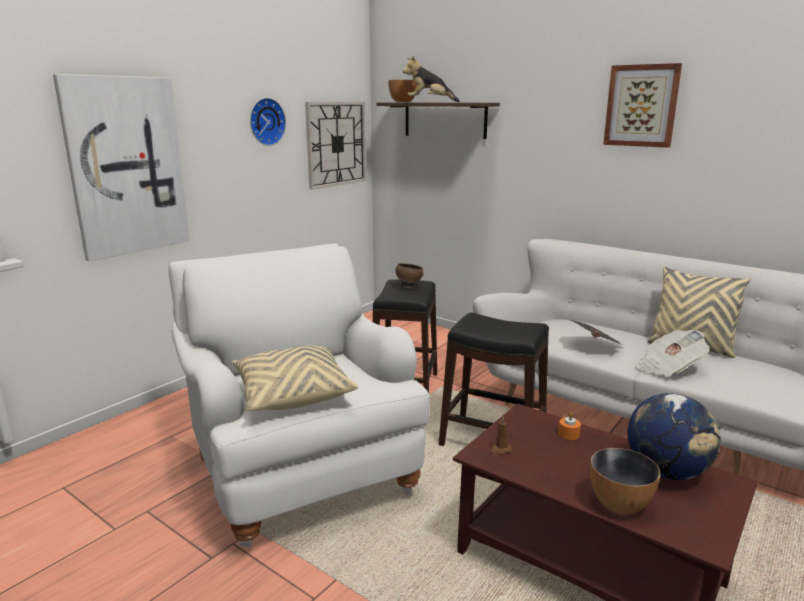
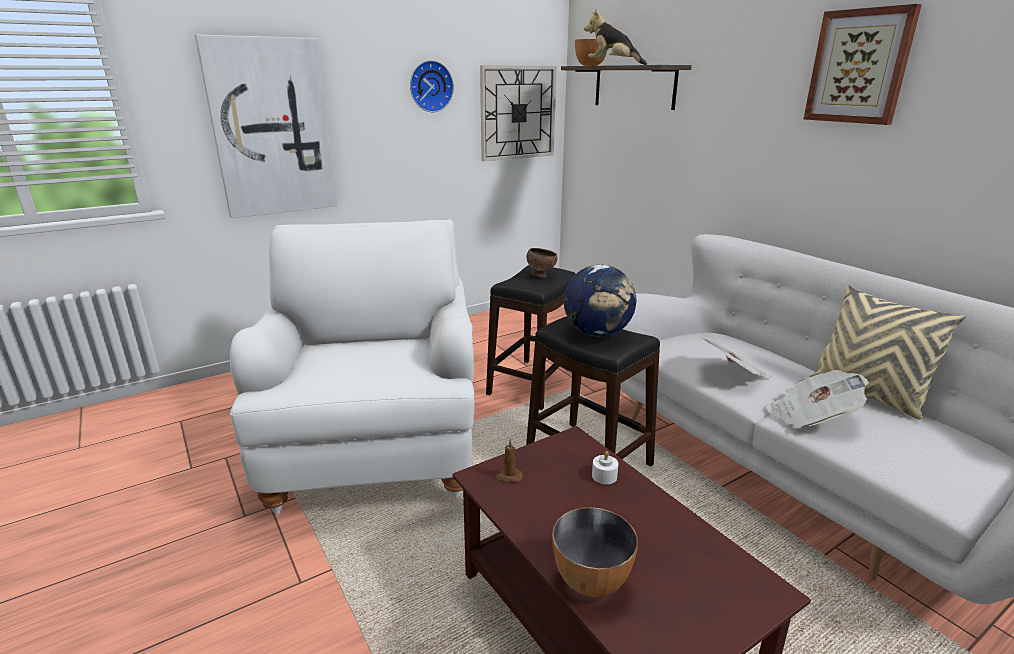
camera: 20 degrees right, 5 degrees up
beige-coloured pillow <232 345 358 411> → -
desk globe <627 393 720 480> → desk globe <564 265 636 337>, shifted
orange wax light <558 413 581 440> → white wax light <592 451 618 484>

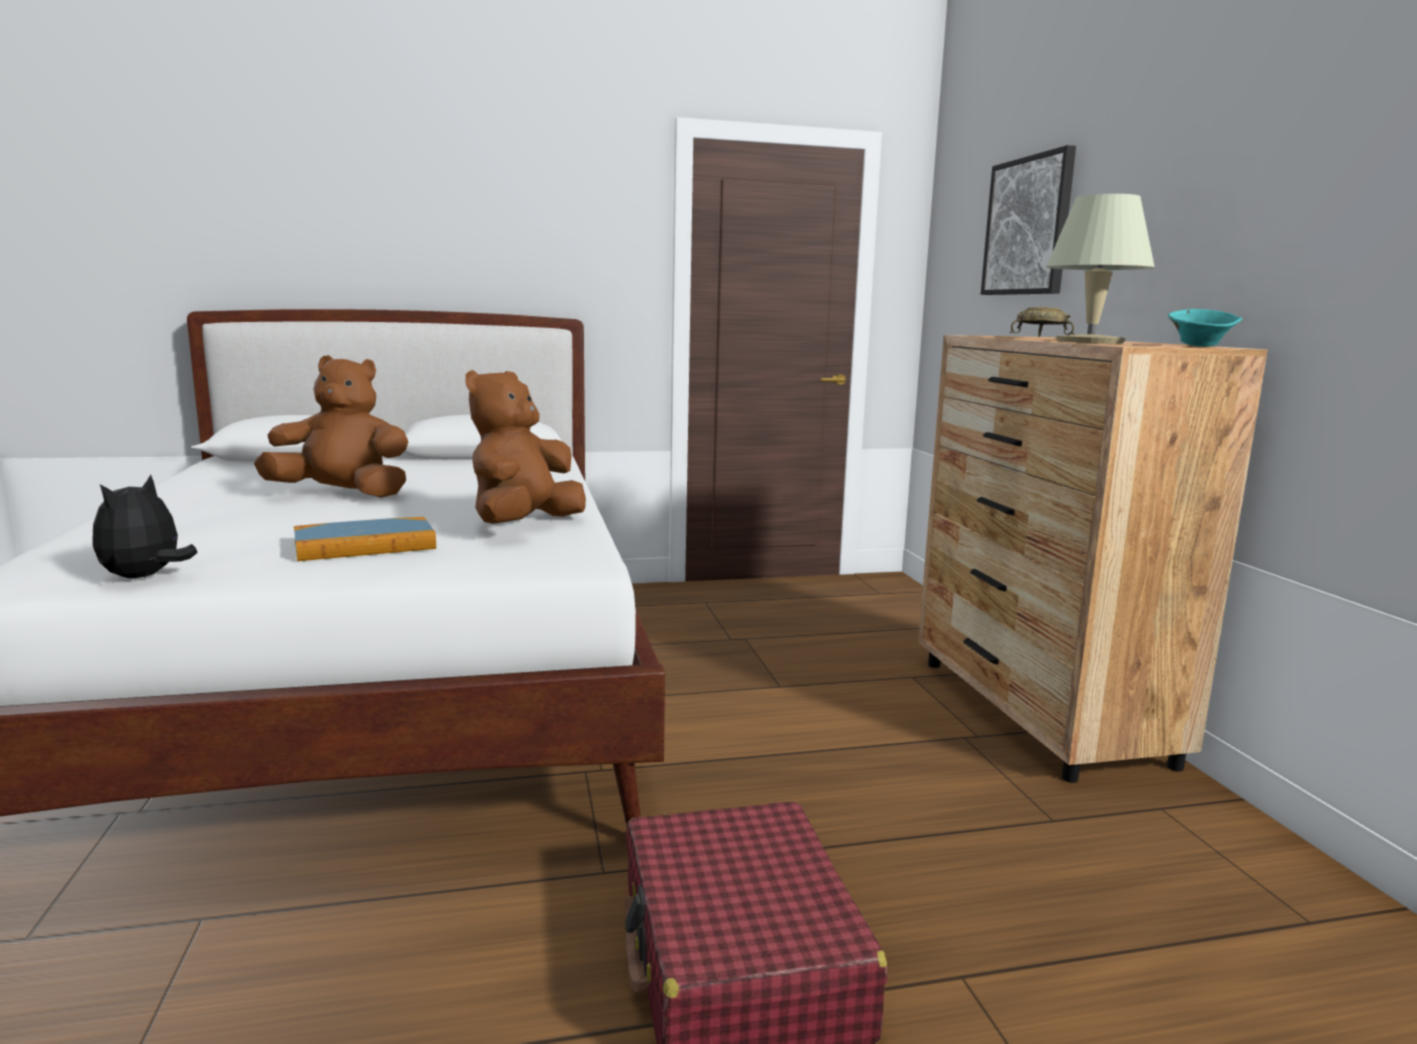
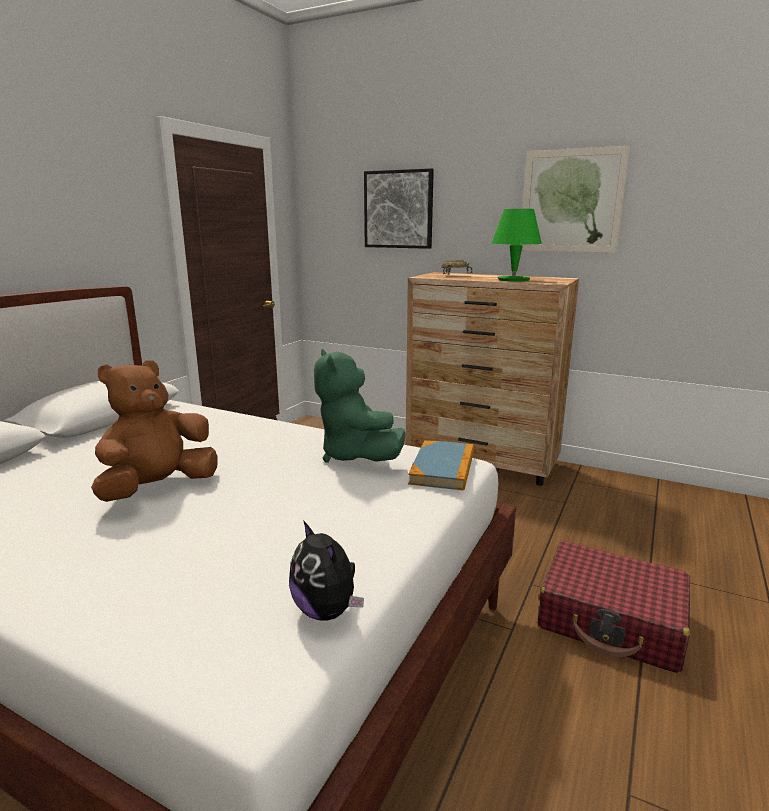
camera: 50 degrees left, 5 degrees up
turquoise-coloured bowl <1168 309 1242 347> → -
- → wall art <520 146 631 253>
book <294 517 436 561> → book <408 440 474 491>, shifted
brownish cuddly toy <465 370 586 524> → green-coloured cuddly toy <314 349 406 463>
beige-coloured table lamp <1046 194 1155 343> → green-coloured table lamp <492 209 542 282>

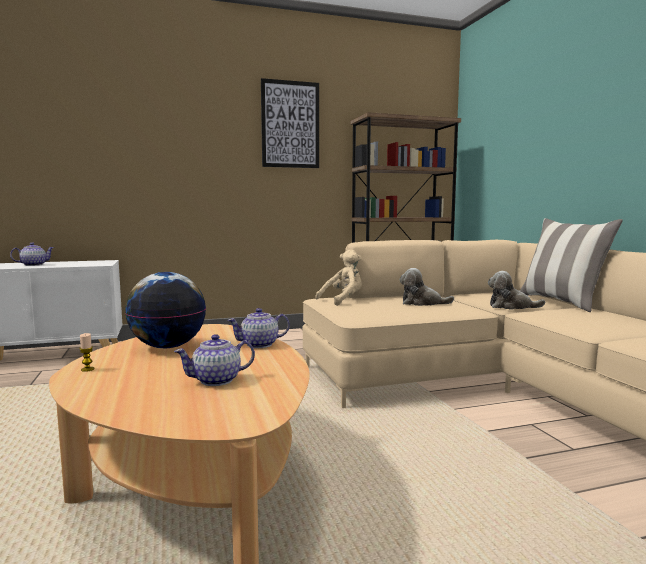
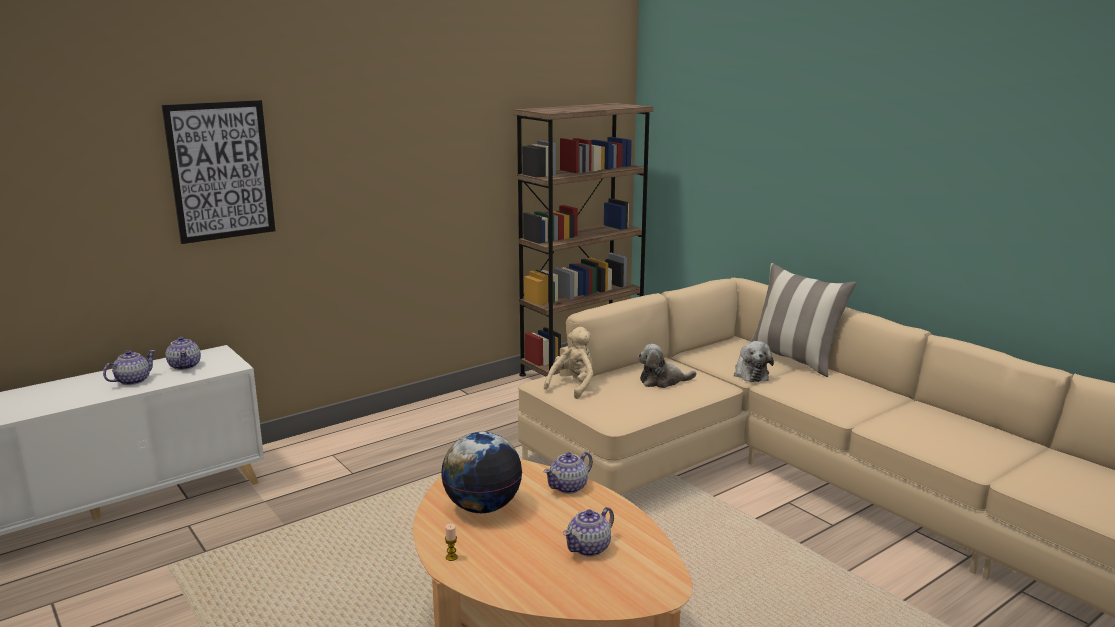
camera: 20 degrees left, 10 degrees up
- → pot for tea <166 337 201 370>
wall art <261 78 319 168> → wall art <162 100 275 244>, shifted
cuddly toy <488 271 545 309> → cuddly toy <734 341 774 382>, 90 degrees counterclockwise

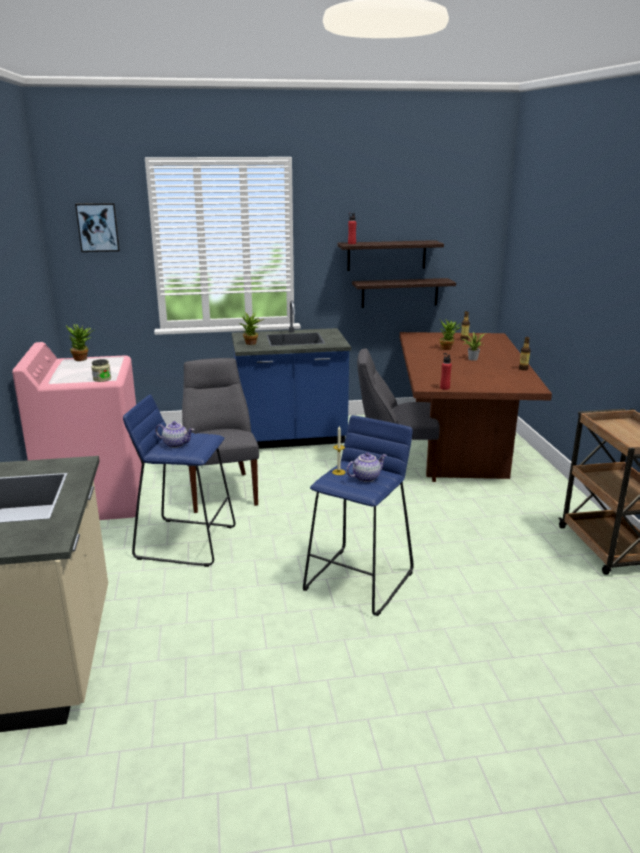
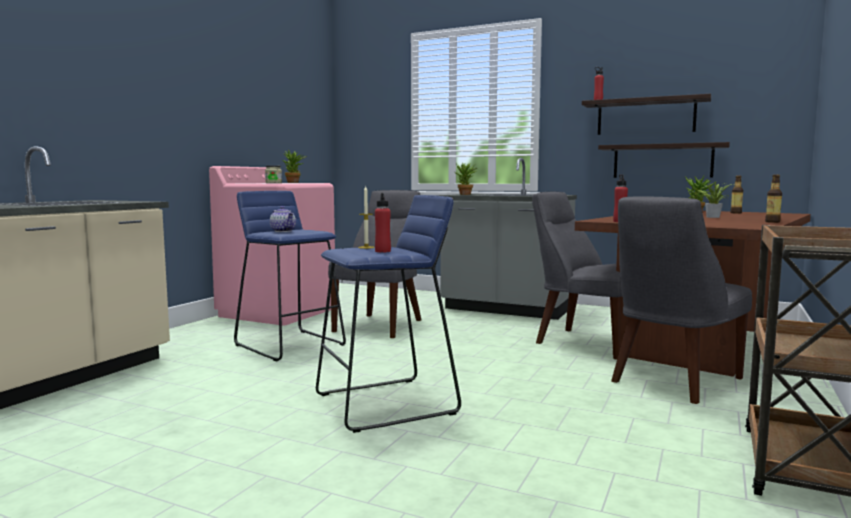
camera: 35 degrees right, 15 degrees down
wall art <75 203 120 252> → -
- → grey plain chair <611 197 752 404>
pot for tea <346 453 387 482> → red bottle <375 193 391 252>
blue-coloured kitchen base unit <232 300 351 449> → grey kitchen base unit <438 158 577 320>

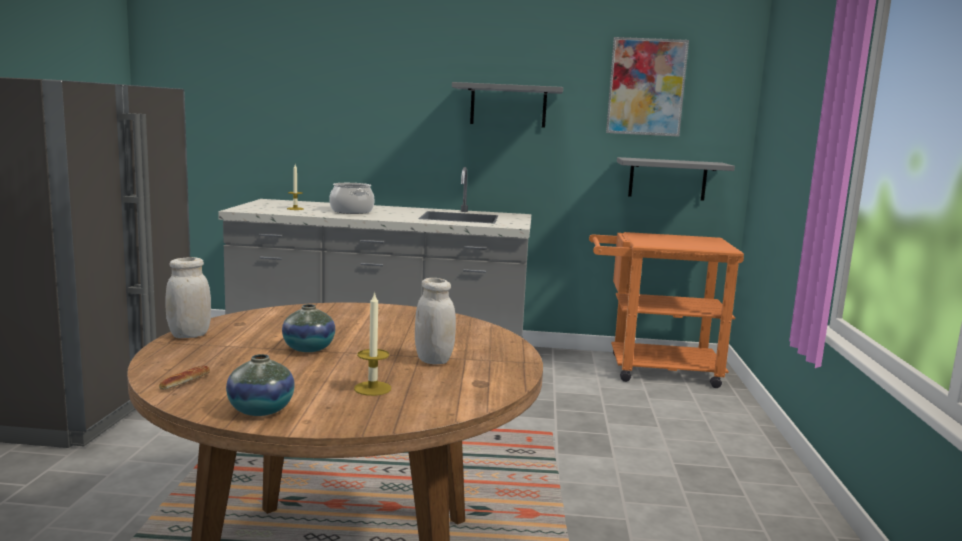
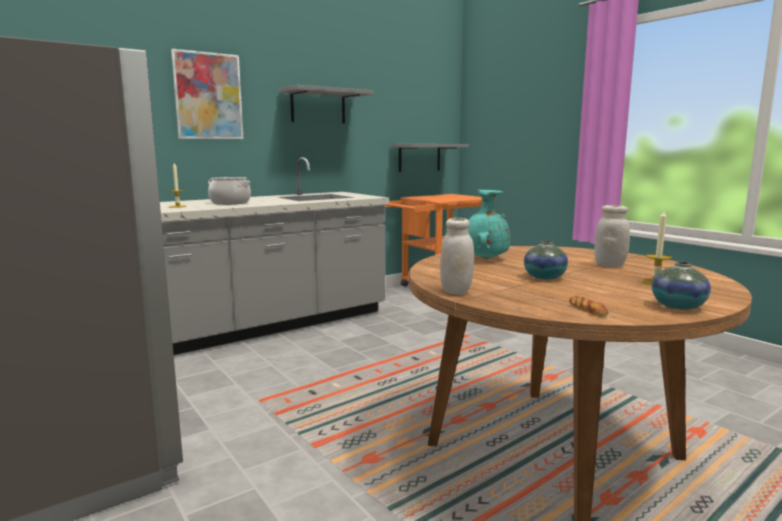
camera: 40 degrees left, 0 degrees up
- → turquoise-coloured flower vase <468 190 510 259>
wall art <606 37 689 137> → wall art <171 49 244 139>, shifted

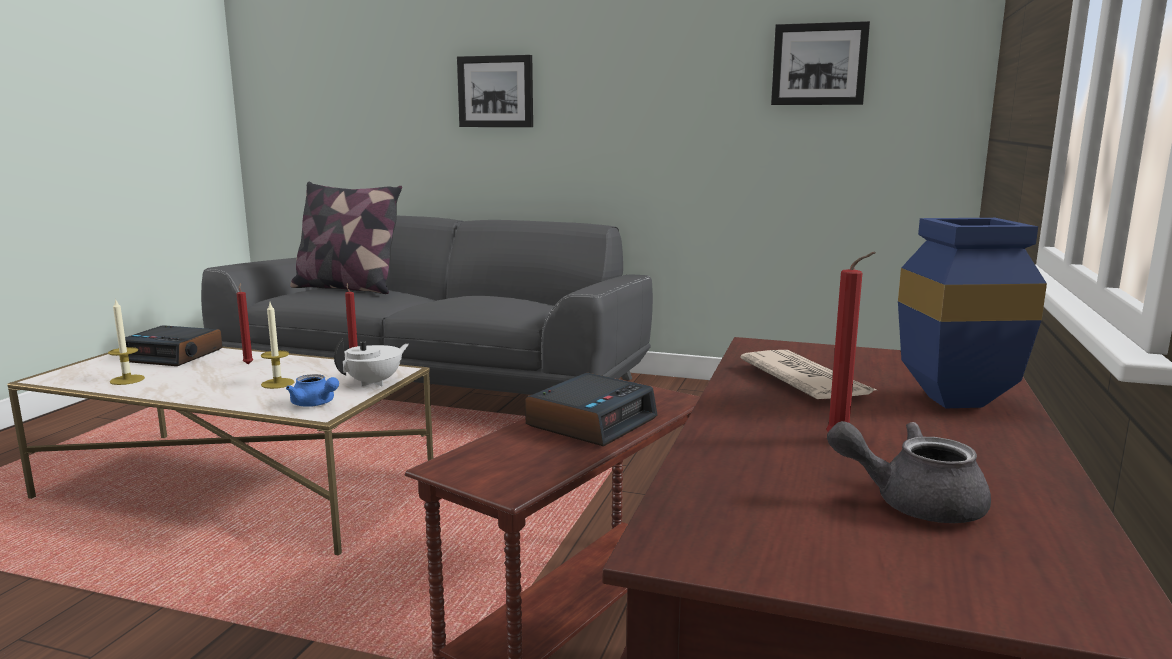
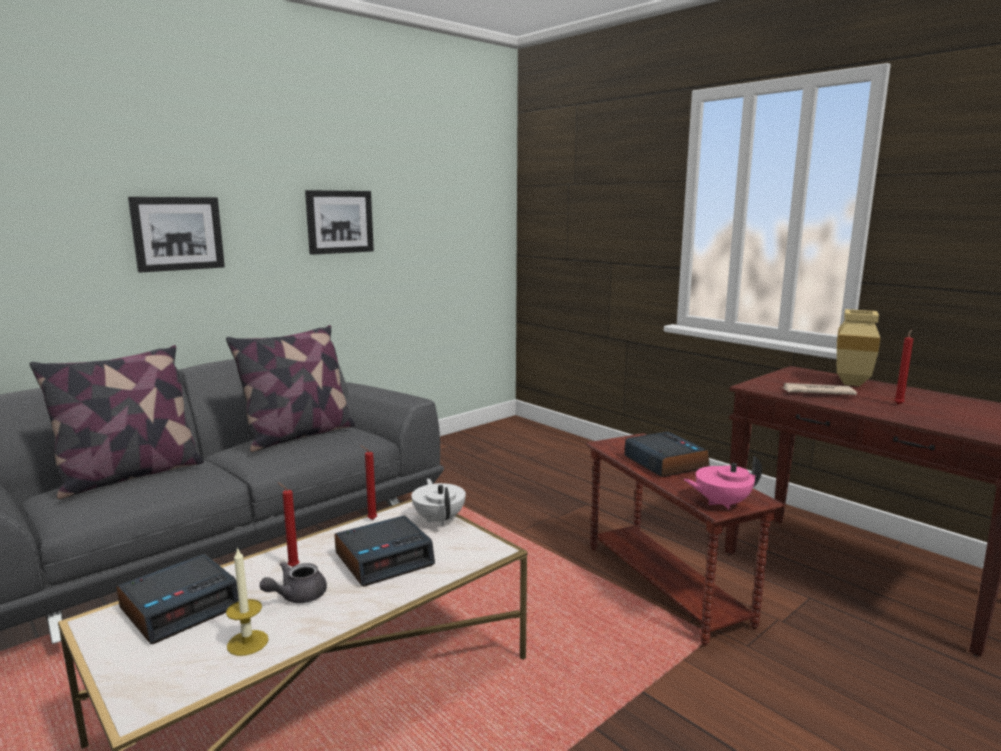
camera: 60 degrees left, 0 degrees up
blue-coloured pot for tea <286 374 339 407> → -
- → pillow <226 325 355 452>
- → pink-coloured pot for tea <683 455 762 509>
wall art <771 21 870 105> → wall art <305 190 374 255>, shifted
grey pot for tea <827 421 991 523> → grey pot for tea <260 562 327 603>, shifted
wax light <261 303 294 389> → alarm clock <334 515 435 587>
blue-coloured flower vase <898 218 1047 408> → beige-coloured flower vase <837 309 880 386>

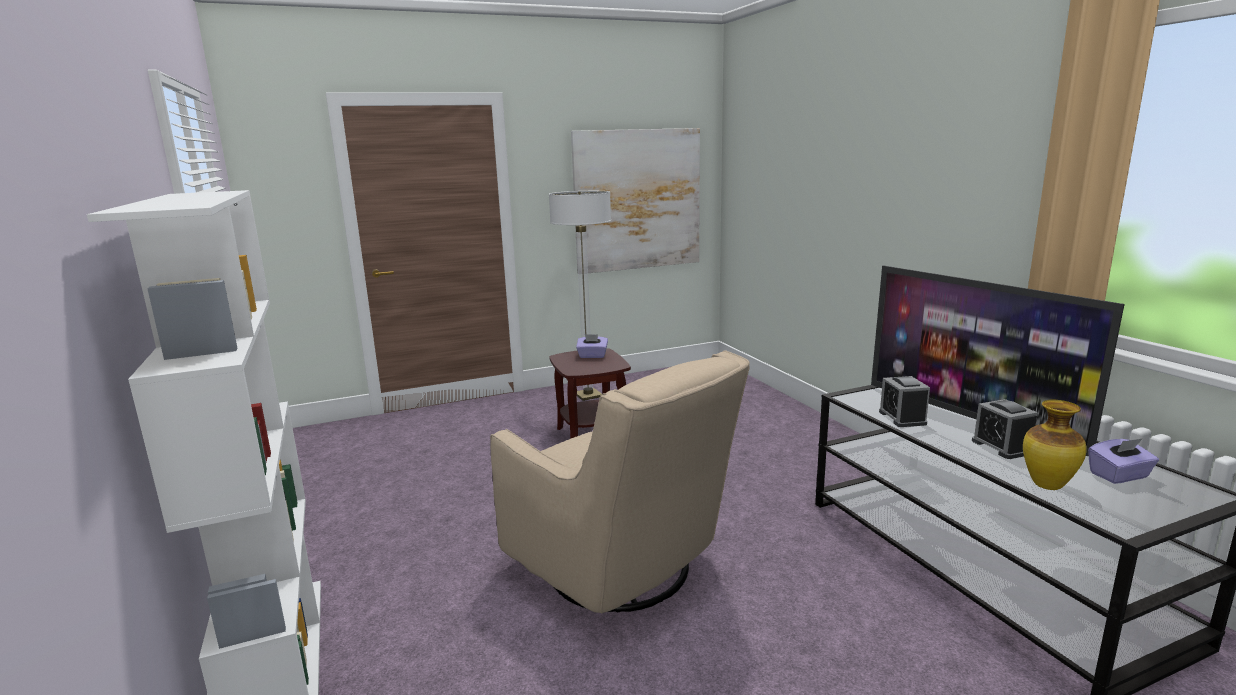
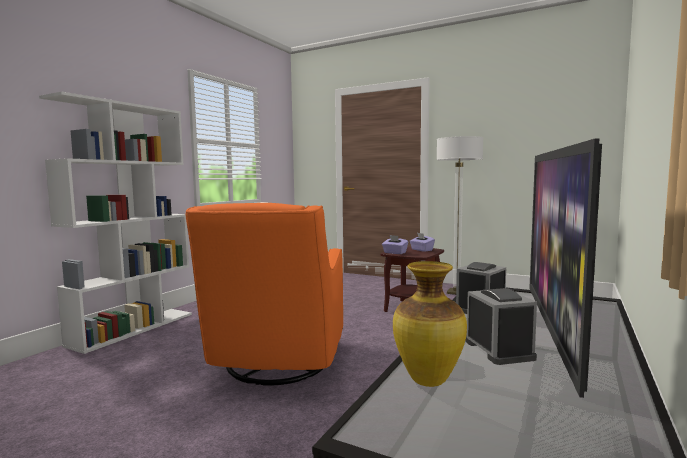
camera: 50 degrees right, 10 degrees down
wall art <571 128 700 273> → -
purple-coloured tissue holder <1088 438 1159 484> → purple-coloured tissue holder <382 235 408 254>, shifted
beige-coloured lounge chair <490 350 750 614> → orange lounge chair <185 203 343 386>
alarm clock <972 399 1038 459> → alarm clock <466 288 537 365>, 135 degrees clockwise

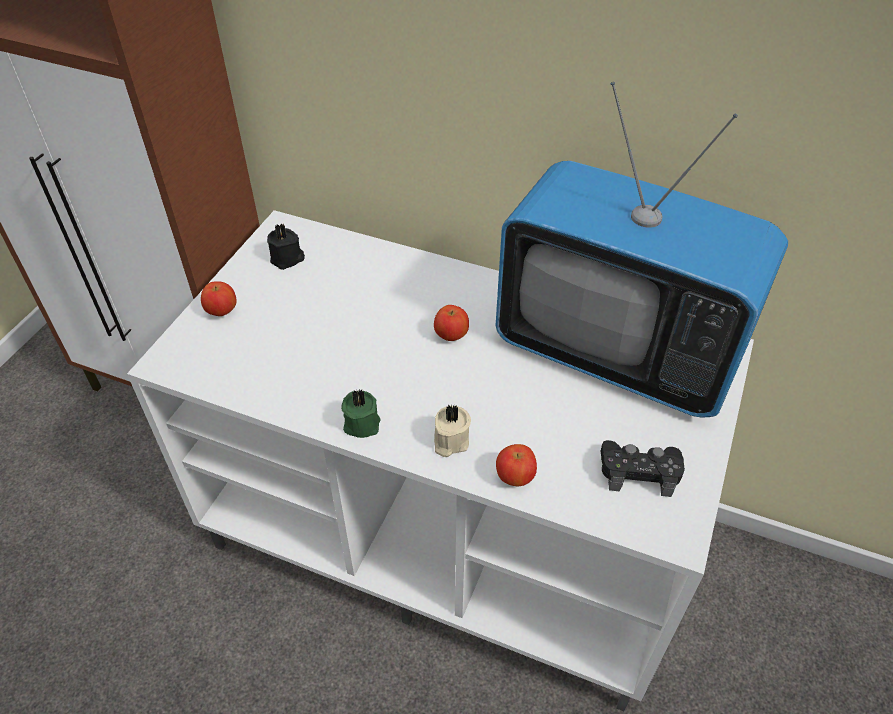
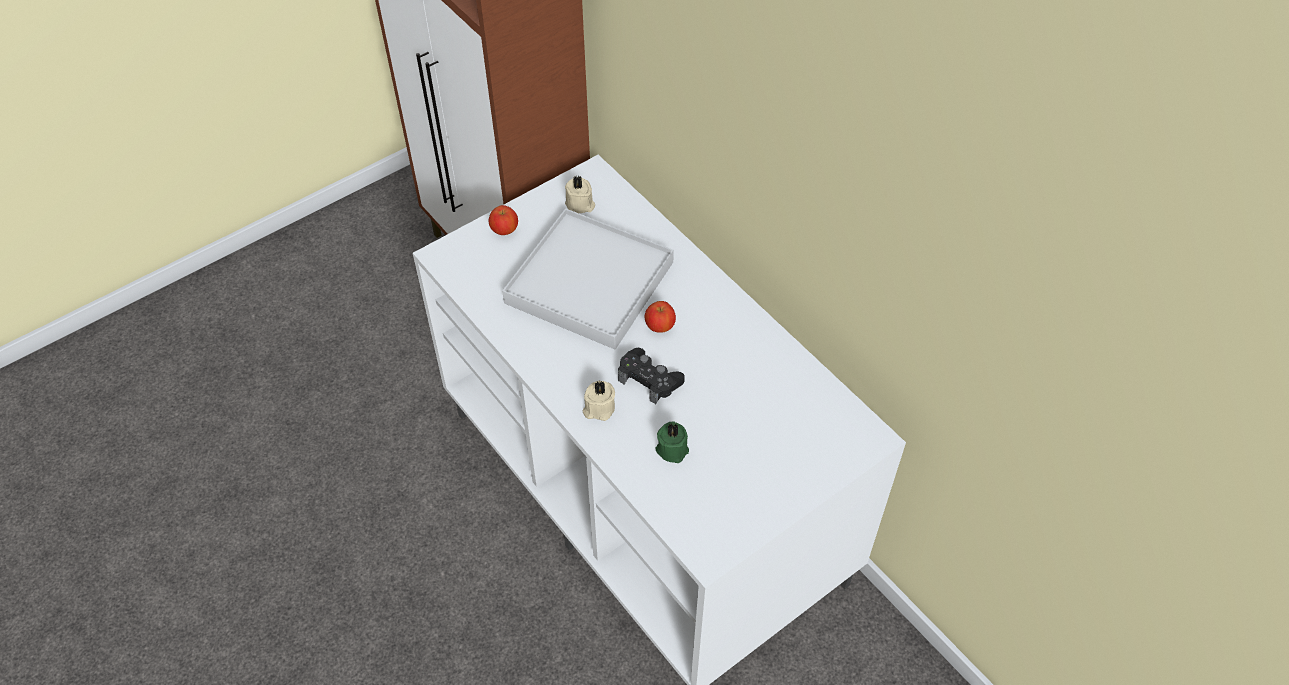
camera: 30 degrees right, 5 degrees up
TV <495 82 788 418> → -
apple <496 444 537 486> → -
- → white tray <502 208 674 349>
green-coloured wax light <341 389 381 438> → green-coloured wax light <656 421 689 463>, shifted
black gamepad <601 440 685 497> → black gamepad <618 348 685 404>, shifted
black wax light <267 223 305 270> → beige-coloured wax light <565 175 595 213>

